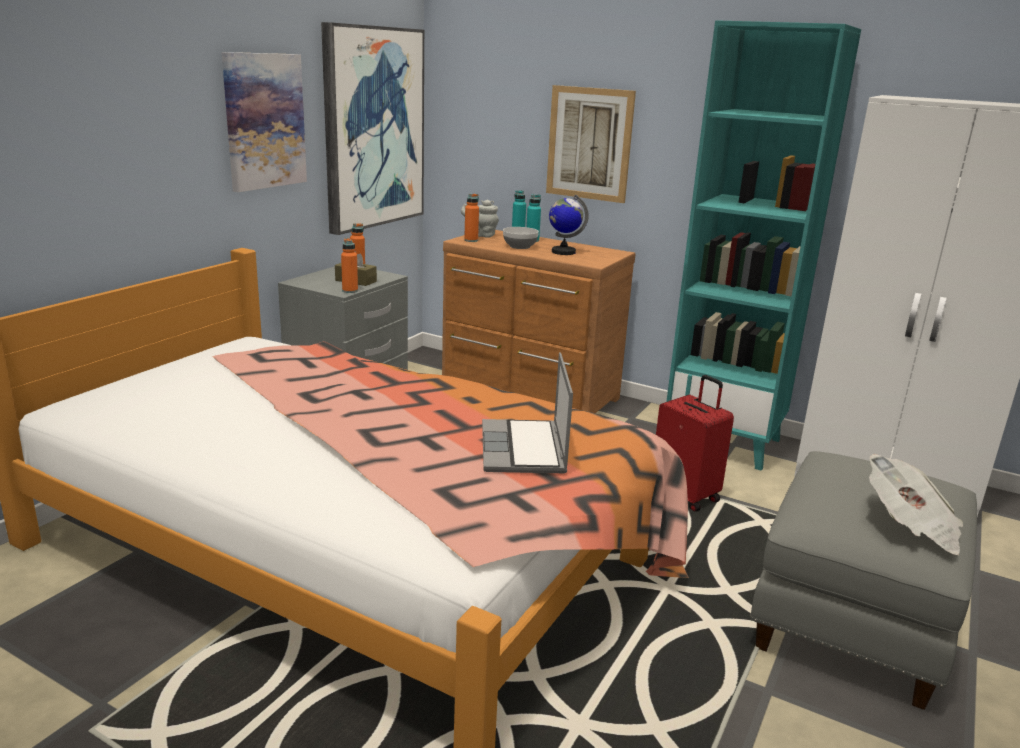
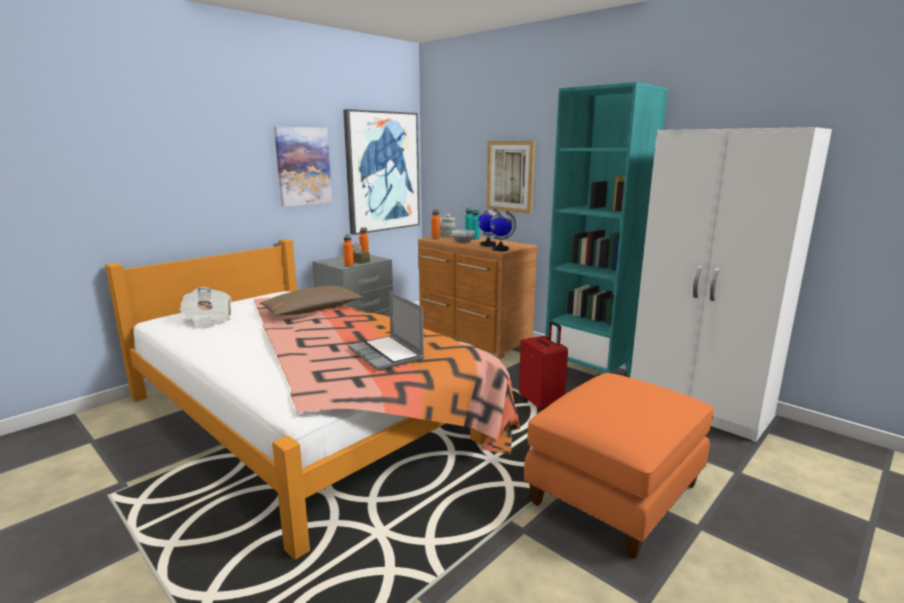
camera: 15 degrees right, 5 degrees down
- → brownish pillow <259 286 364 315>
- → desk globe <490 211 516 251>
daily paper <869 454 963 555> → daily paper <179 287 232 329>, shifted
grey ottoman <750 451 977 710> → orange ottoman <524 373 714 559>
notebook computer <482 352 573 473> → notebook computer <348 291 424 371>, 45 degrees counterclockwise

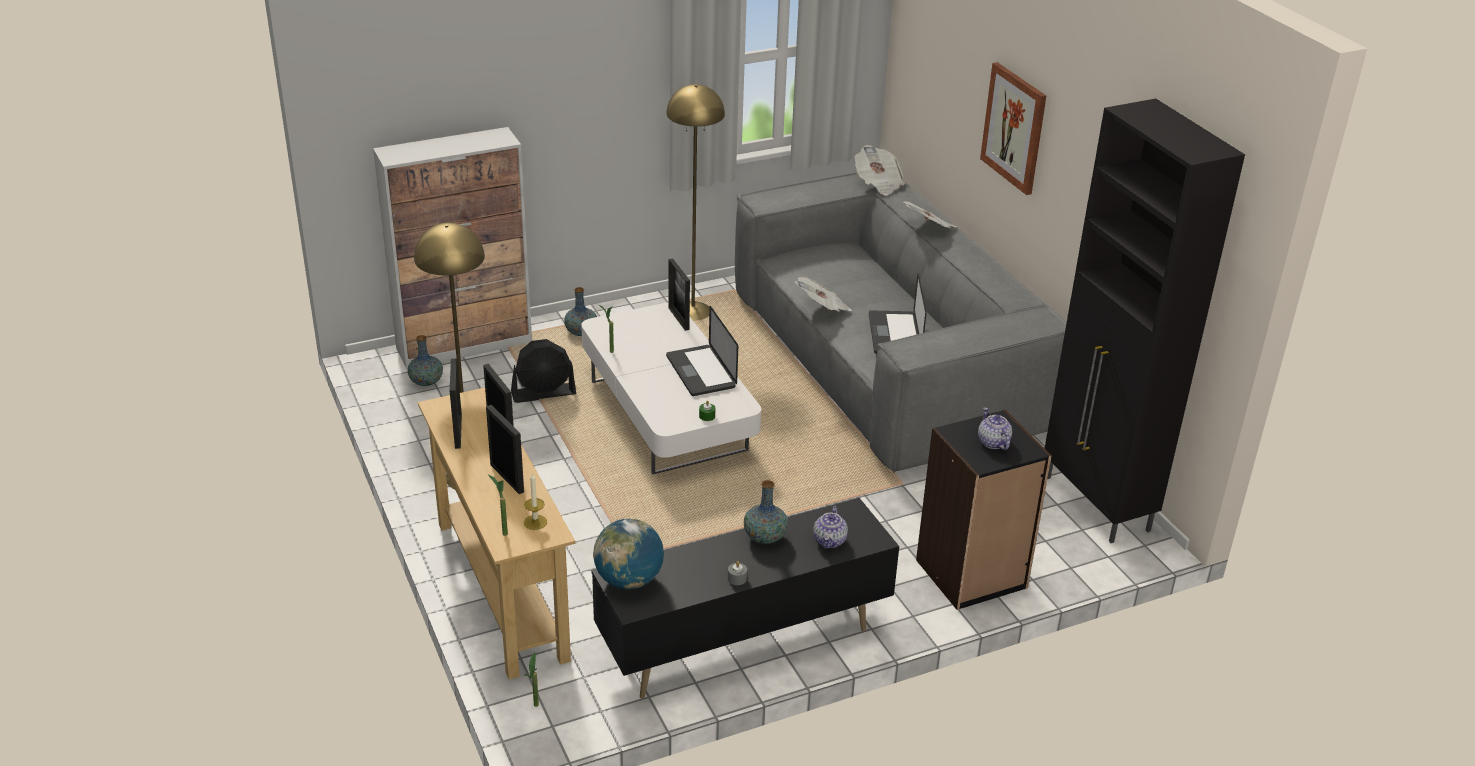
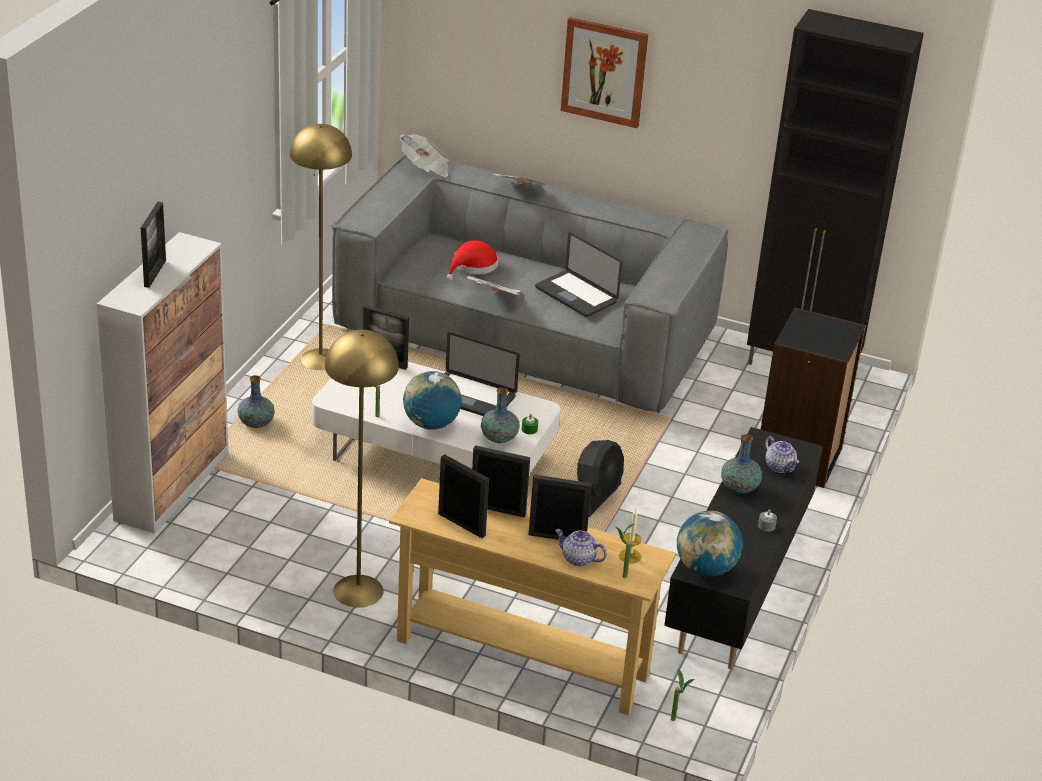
camera: 45 degrees left, 0 degrees up
- → picture frame <141 202 166 288>
- → desk globe <403 371 462 430>
- → red hat <447 240 498 281>
flower vase <408 335 443 386> → flower vase <481 388 520 443>, shifted
black cooling fan <511 339 576 403> → black cooling fan <577 440 624 517>, shifted
pot for tea <978 407 1012 450> → pot for tea <555 529 607 566>, shifted

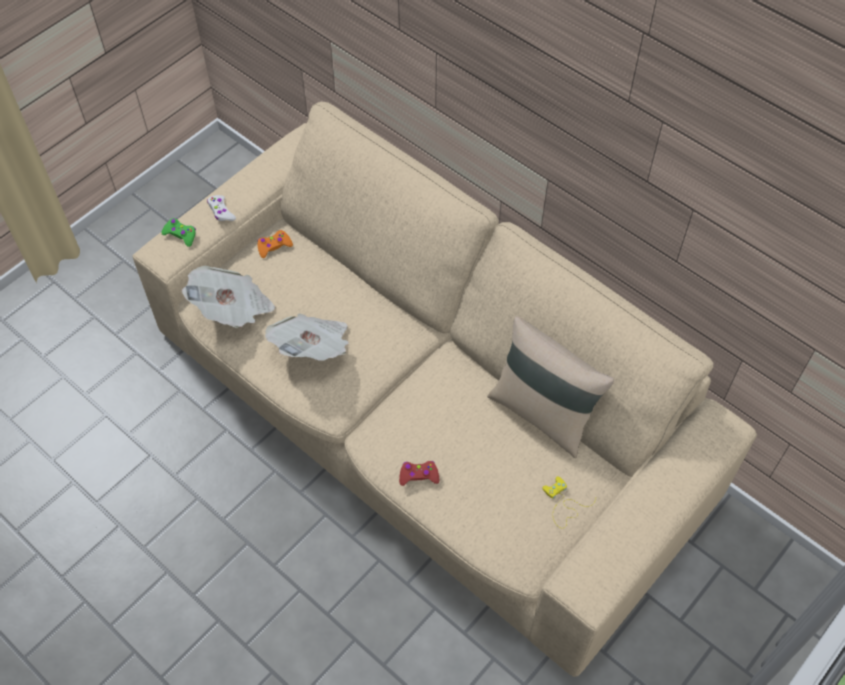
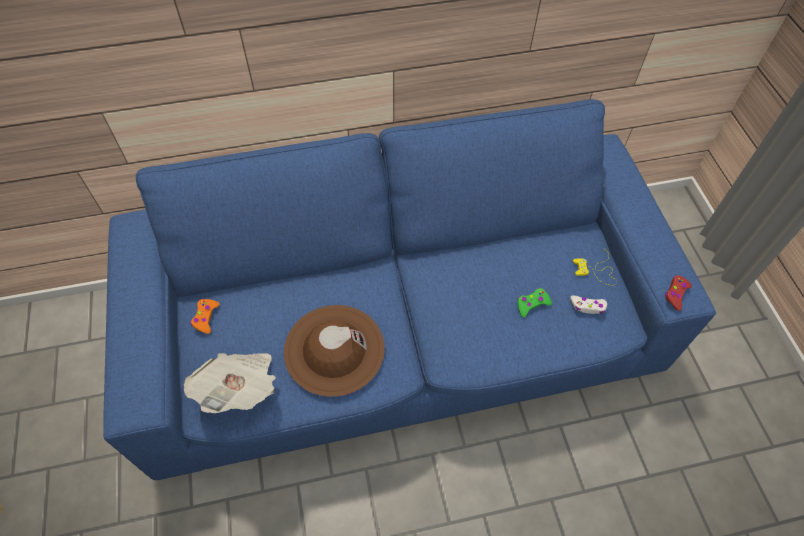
camera: 55 degrees left, 0 degrees up
beige-coloured pillow <487 316 614 458> → -
green-coloured gamepad <161 218 196 247> → green-coloured gamepad <517 288 552 317>, shifted
white gamepad <207 195 236 221> → white gamepad <570 295 607 314>, shifted
red gamepad <399 461 439 486> → red gamepad <665 275 692 311>, shifted
daily paper <265 313 349 361> → brownish hat <284 305 385 397>
beige-coloured couch <133 102 757 677> → blue-coloured couch <103 99 716 480>

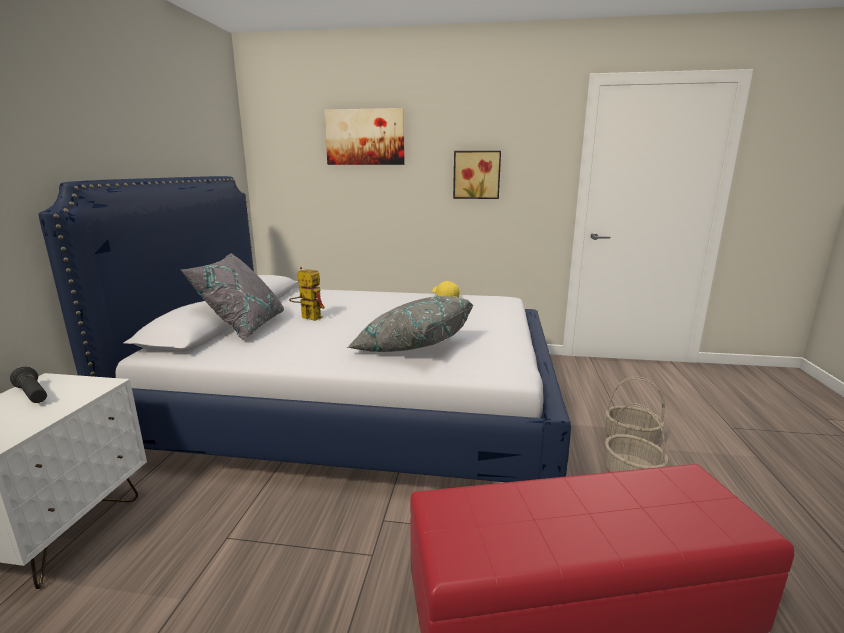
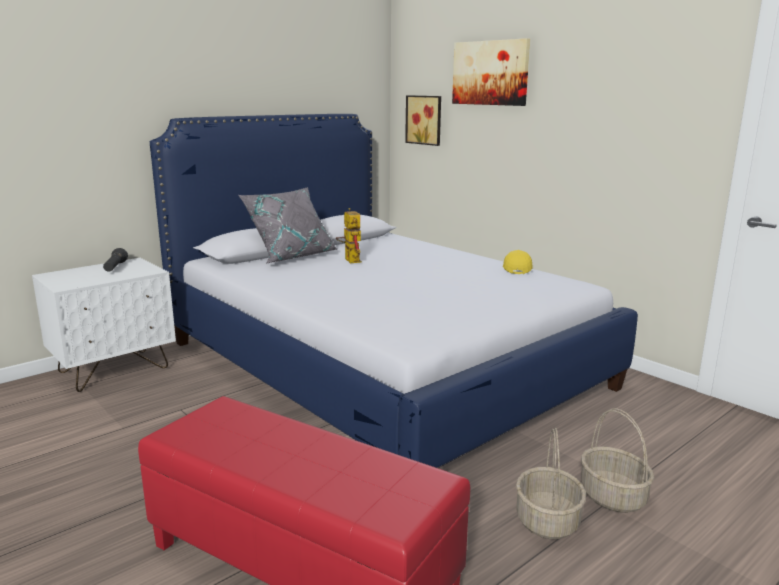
camera: 40 degrees right, 0 degrees up
grey pillow <347 296 474 352> → -
wall art <453 151 501 199> → wall art <405 95 441 146>, shifted

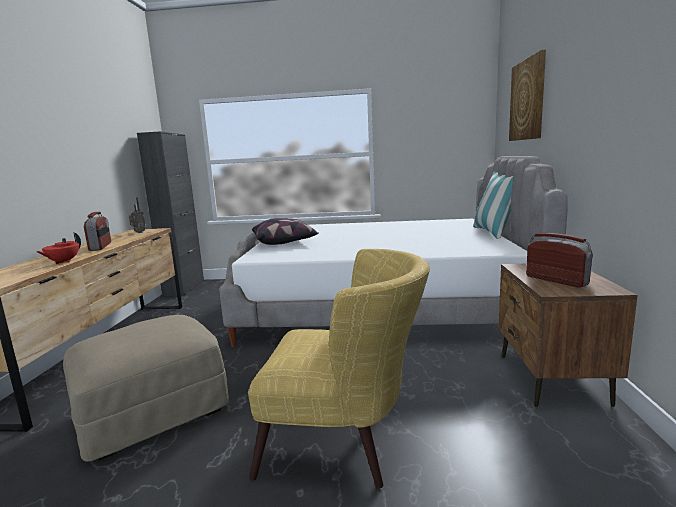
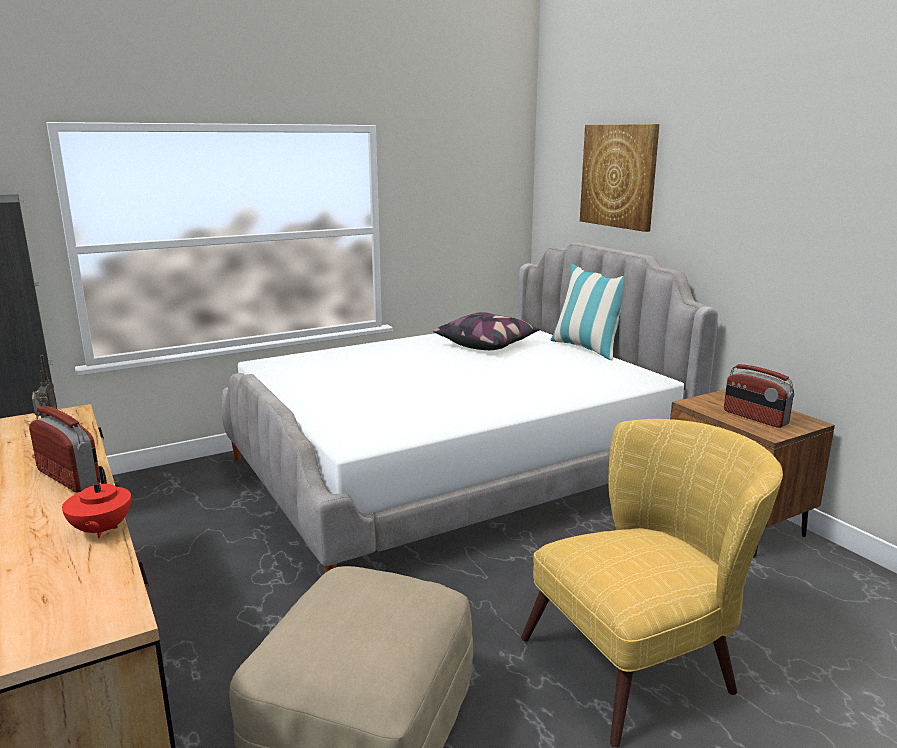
camera: 35 degrees left, 5 degrees up
pillow <252 218 319 245> → pillow <433 313 541 350>, shifted
radio set <526 233 593 288> → radio set <724 364 794 428>, 150 degrees counterclockwise

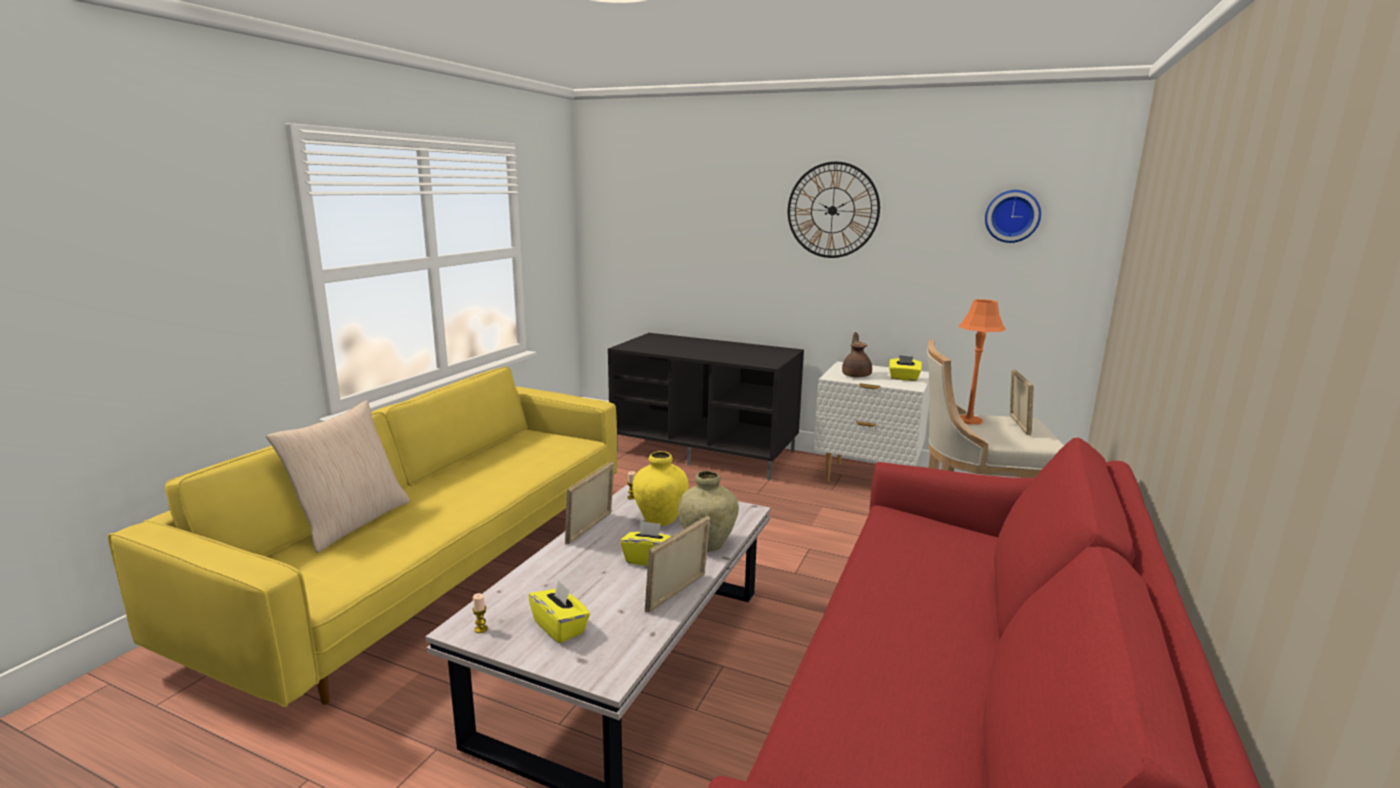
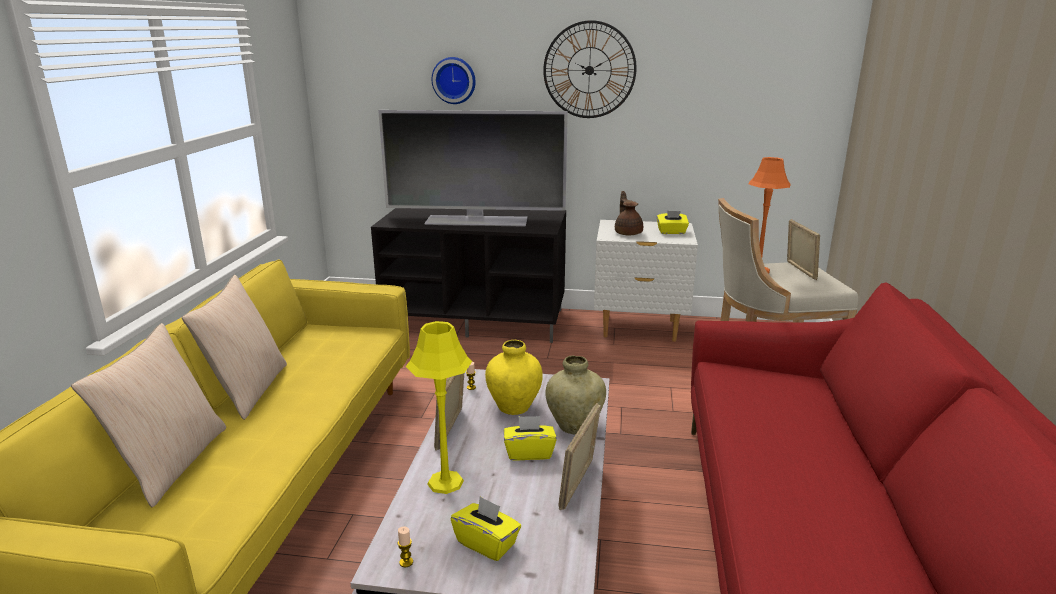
camera: 15 degrees left, 5 degrees up
- → beige-coloured pillow <182 275 287 420>
- → TV <378 110 568 227>
- → yellow-coloured table lamp <406 321 472 494>
clock on the wall <985 190 1041 243> → clock on the wall <432 57 476 104>, shifted

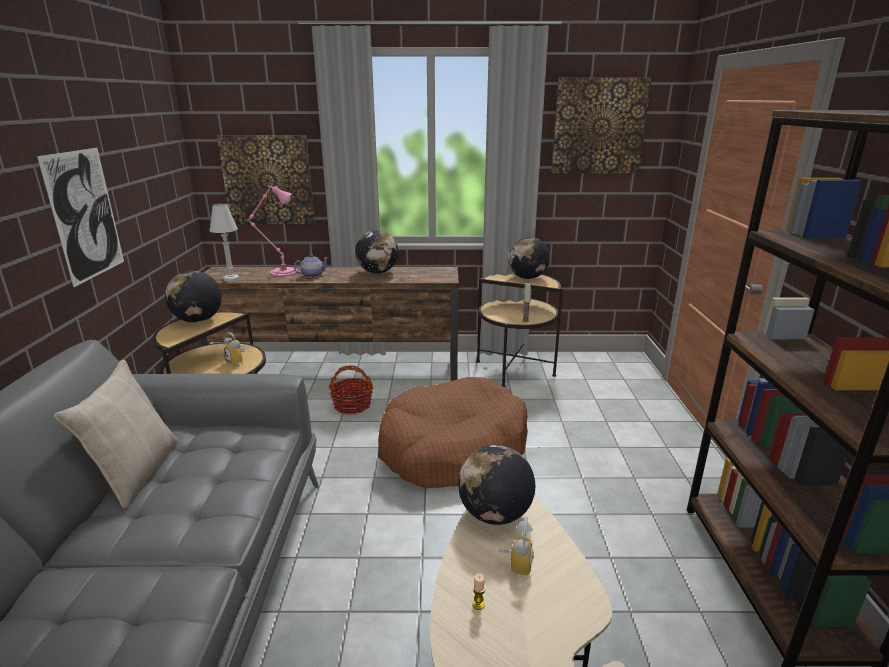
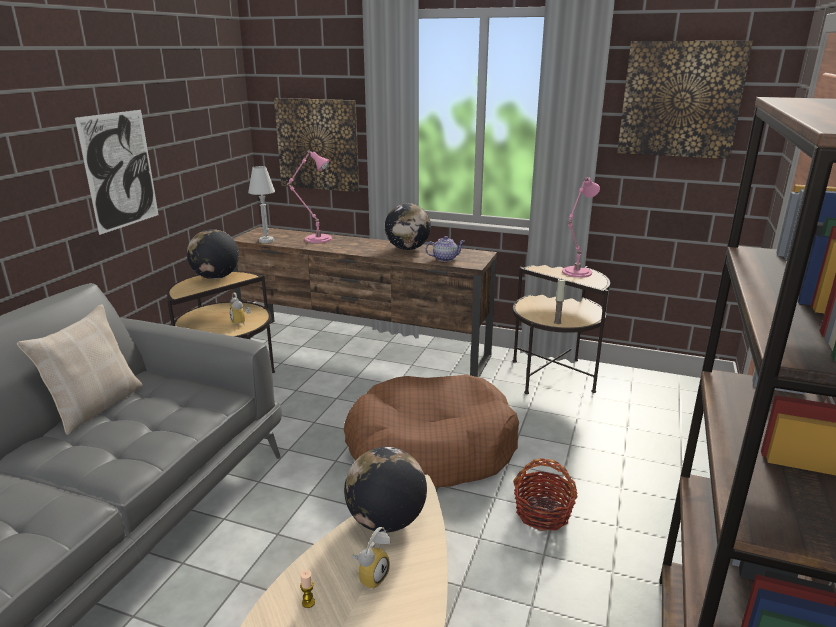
camera: 20 degrees right, 0 degrees up
pot for tea <294 254 329 278> → pot for tea <426 236 465 262>, shifted
household basket <329 365 373 415> → household basket <513 458 578 531>, shifted
desk globe <508 237 550 279> → pink-coloured table lamp <562 177 600 278>

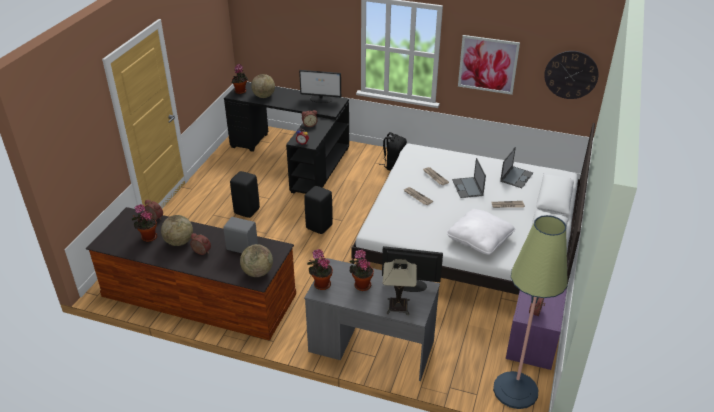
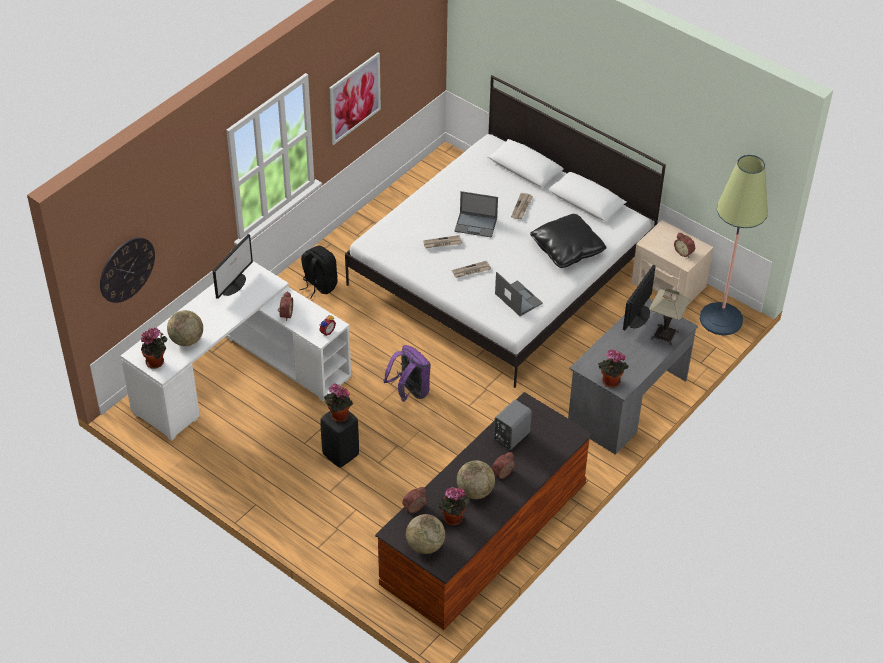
camera: 70 degrees left, 10 degrees up
desk globe <240 244 273 277> → desk globe <406 514 445 554>, shifted
houseplant <350 250 374 291> → houseplant <324 384 353 422>, shifted
notebook computer <500 147 533 188> → notebook computer <495 272 543 316>, shifted
clock on the wall <544 51 599 99> → clock on the wall <100 237 155 303>, shifted
black stool seat <304 186 333 234> → purple-coloured knapsack <383 345 431 402>
black desk table <224 82 349 194> → white desk table <121 261 351 441>
white pillow <446 209 515 255> → black pillow <530 214 606 268>
purple-coloured night table <506 289 567 370> → beige-coloured night table <631 220 714 303>

